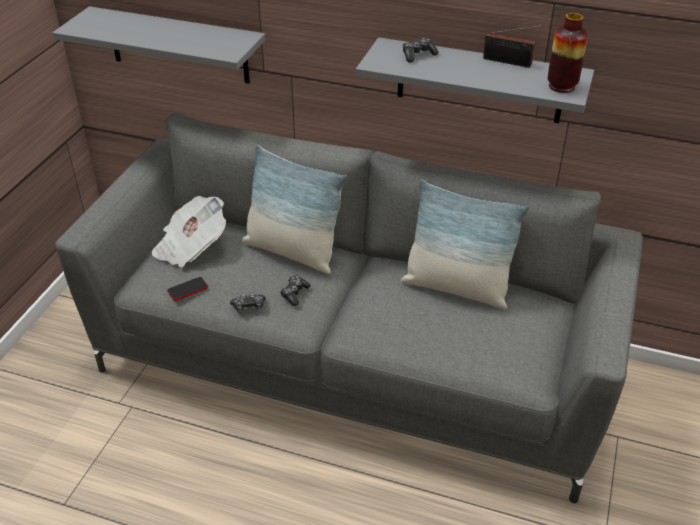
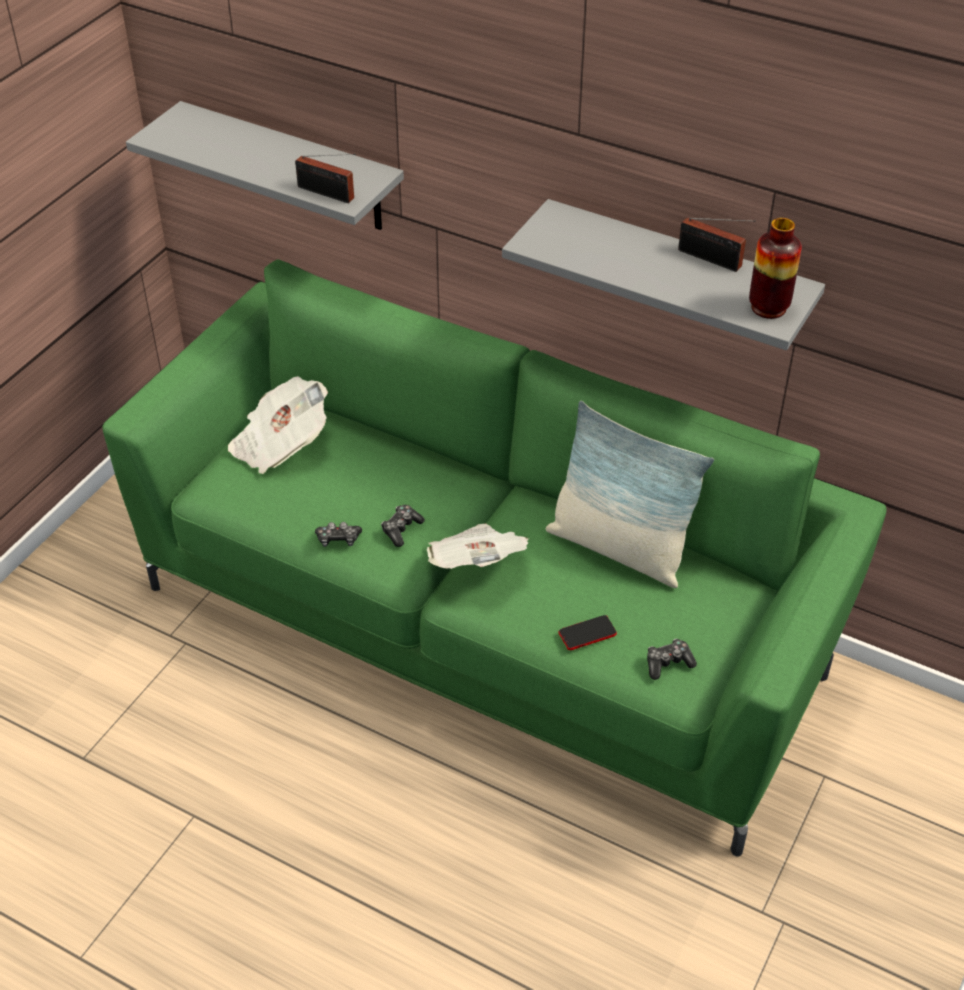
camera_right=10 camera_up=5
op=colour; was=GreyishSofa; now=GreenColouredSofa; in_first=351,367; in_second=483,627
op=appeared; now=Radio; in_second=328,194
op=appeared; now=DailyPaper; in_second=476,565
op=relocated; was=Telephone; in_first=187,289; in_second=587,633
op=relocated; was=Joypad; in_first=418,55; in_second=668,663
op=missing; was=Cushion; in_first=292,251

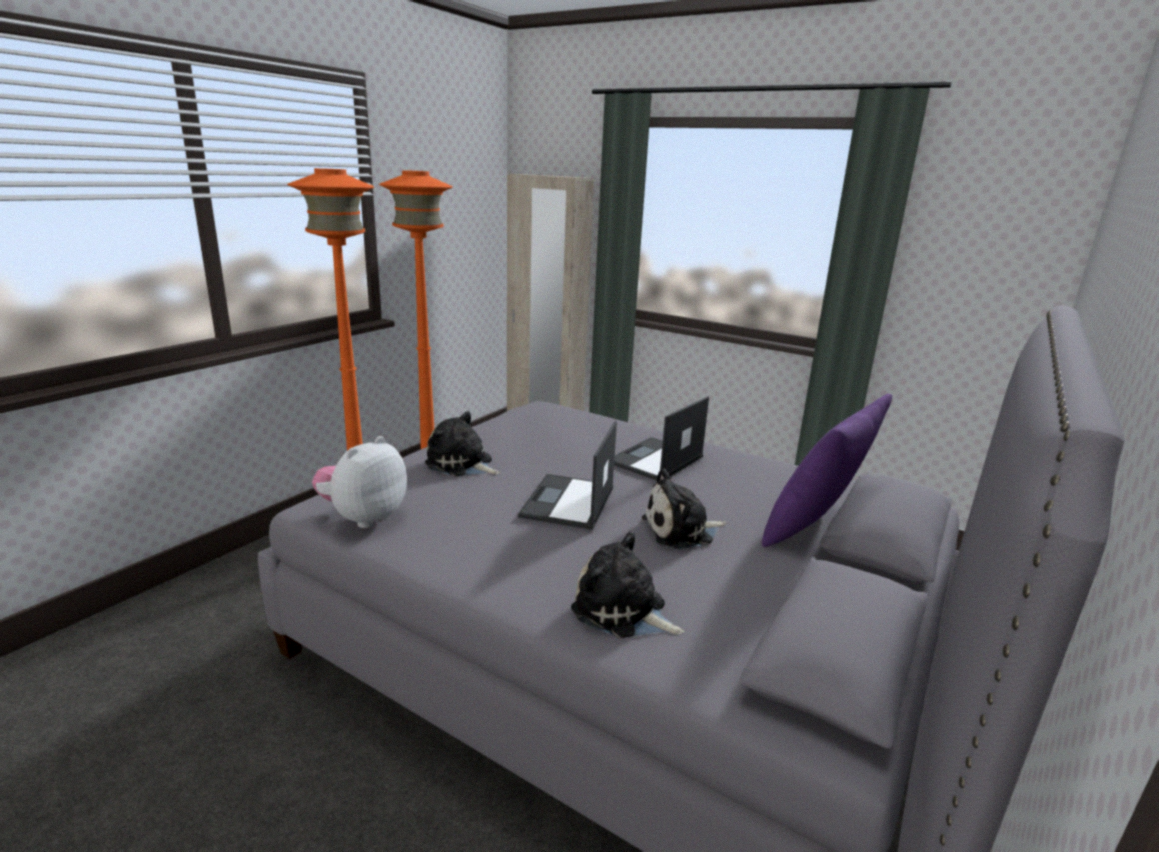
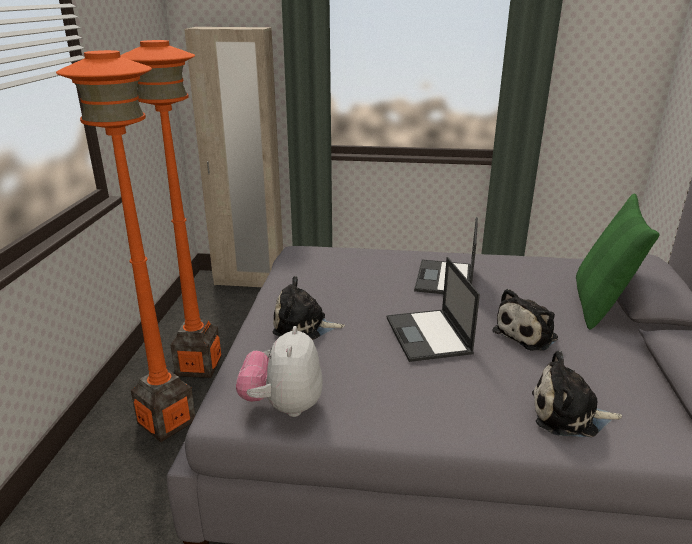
camera_right=-25 camera_up=5
op=colour; was=PurpleColouredCushion; now=GreenColouredCushion; in_first=813,528; in_second=600,304

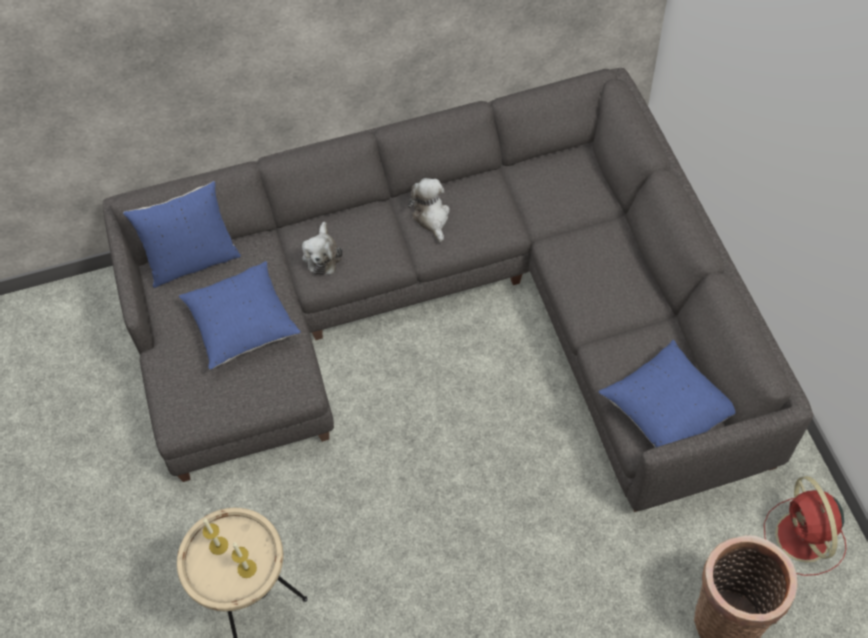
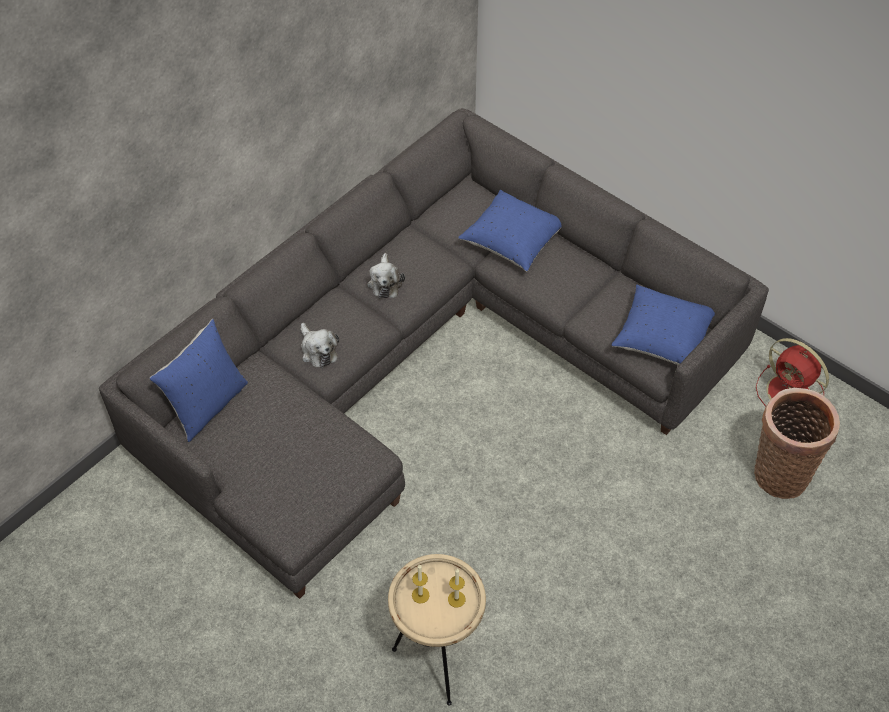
camera_right=-35 camera_up=-5
op=spun; was=PlushToy; in_first=431,217; in_second=385,282; clockwise=-135
op=relocated; was=BlueColouredCushion; in_first=242,325; in_second=512,241

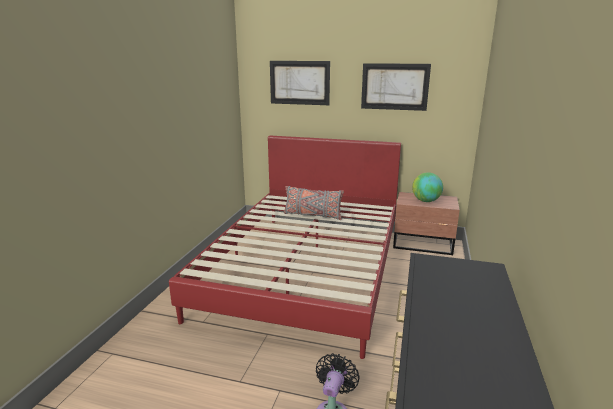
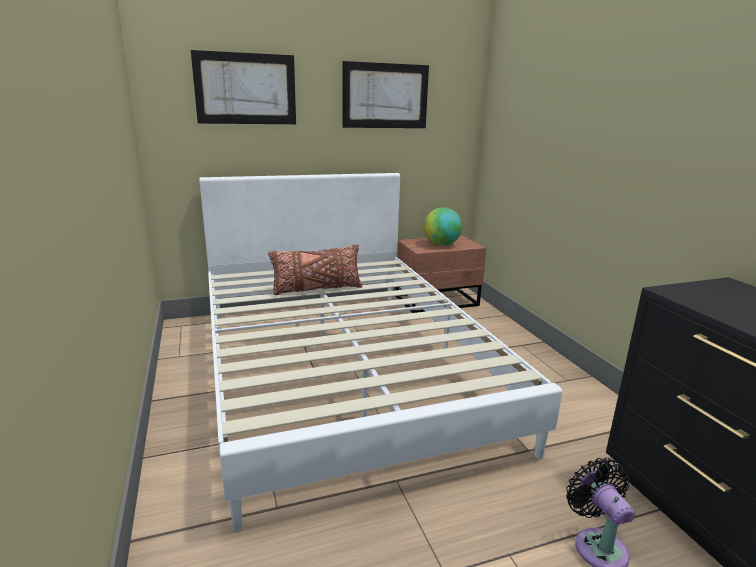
camera_right=-35 camera_up=0
op=colour; was=RedColouredBed; now=WhitishBed; in_first=306,269; in_second=342,370
op=colour; was=GreyishCushion; now=BrownColouredCushion; in_first=312,215; in_second=317,289

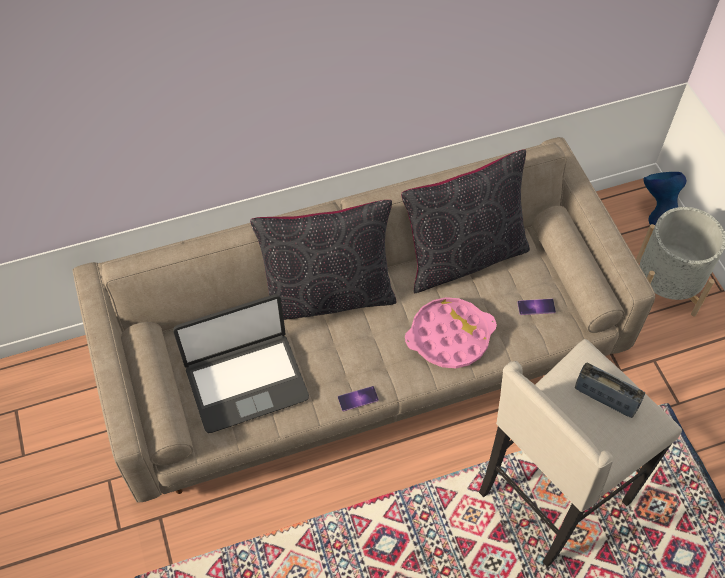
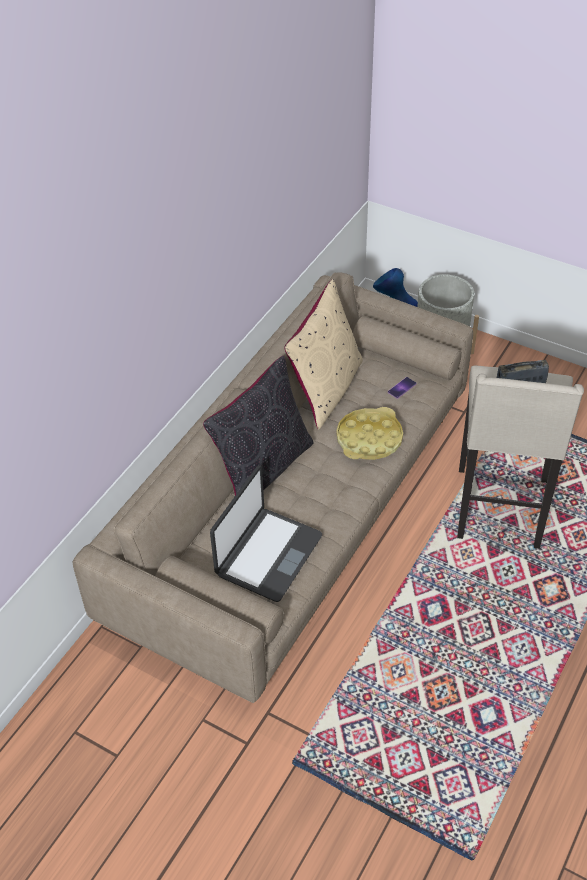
camera_right=-40 camera_up=-10
op=colour; was=BlackCushion; now=SandColouredCushion; in_first=463,256; in_second=325,389
op=colour; was=PinkServingTray; now=YellowColouredServingTray; in_first=449,337; in_second=369,439
op=missing; was=Telephone; in_first=358,398

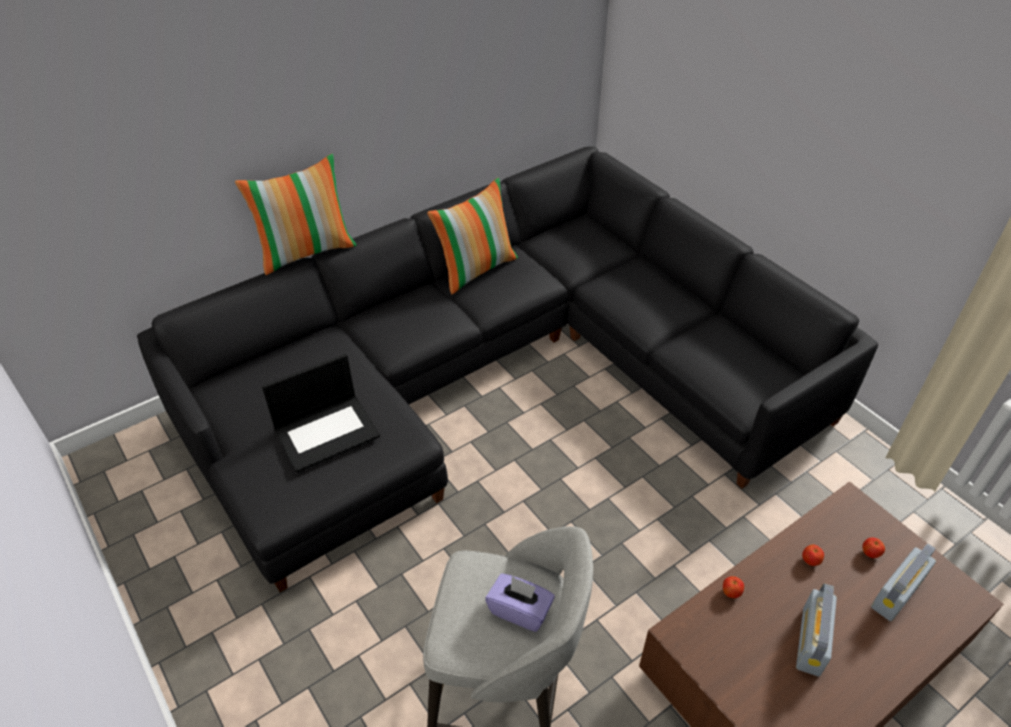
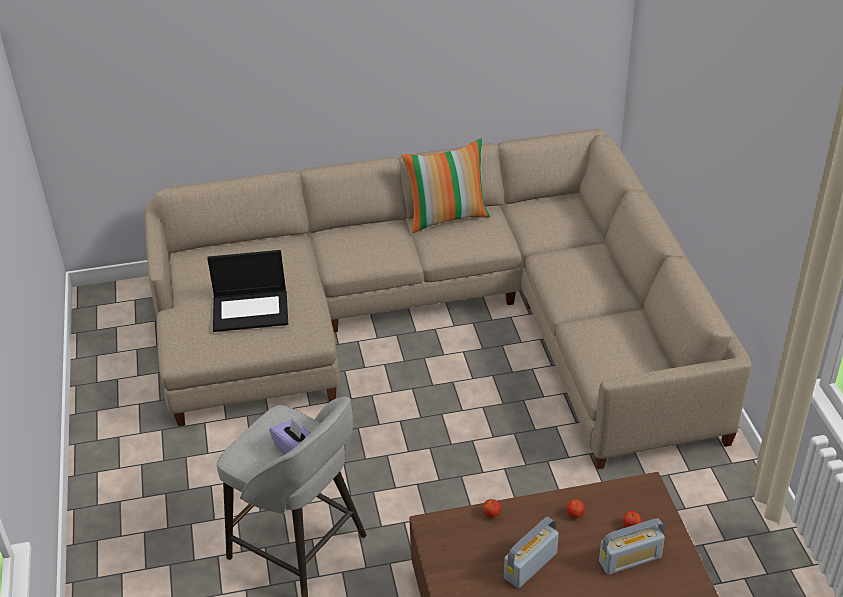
camera_right=25 camera_up=-5
op=colour; was=BlackSofa; now=SandColouredSofa; in_first=498,376; in_second=440,320
op=missing; was=Cushion; in_first=306,252

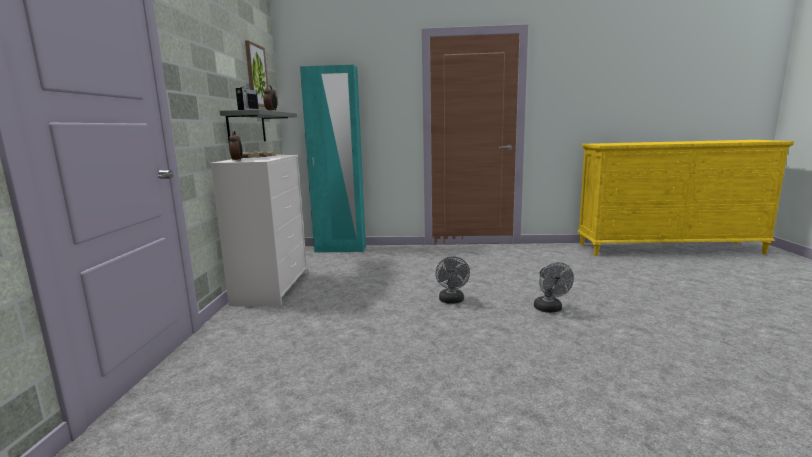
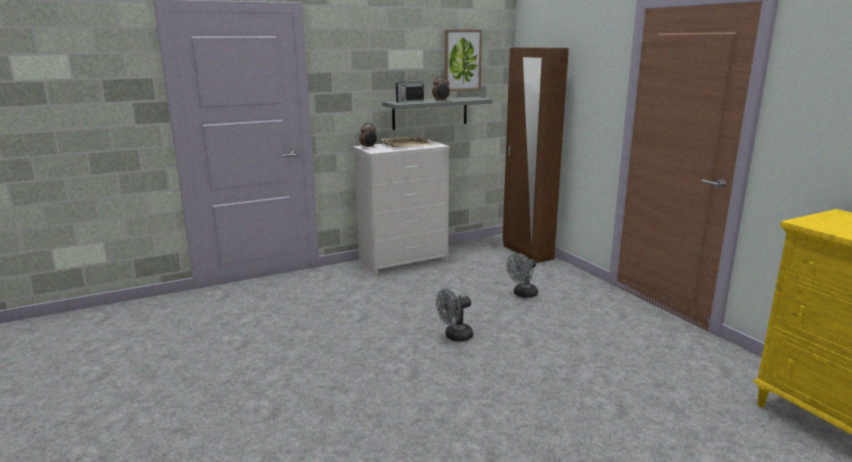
camera_right=60 camera_up=5
op=colour; was=TurquoiseWardrobe; now=BrownColouredWardrobe; in_first=340,249; in_second=527,252
op=relocated; was=GreyishFan; in_first=550,309; in_second=523,294

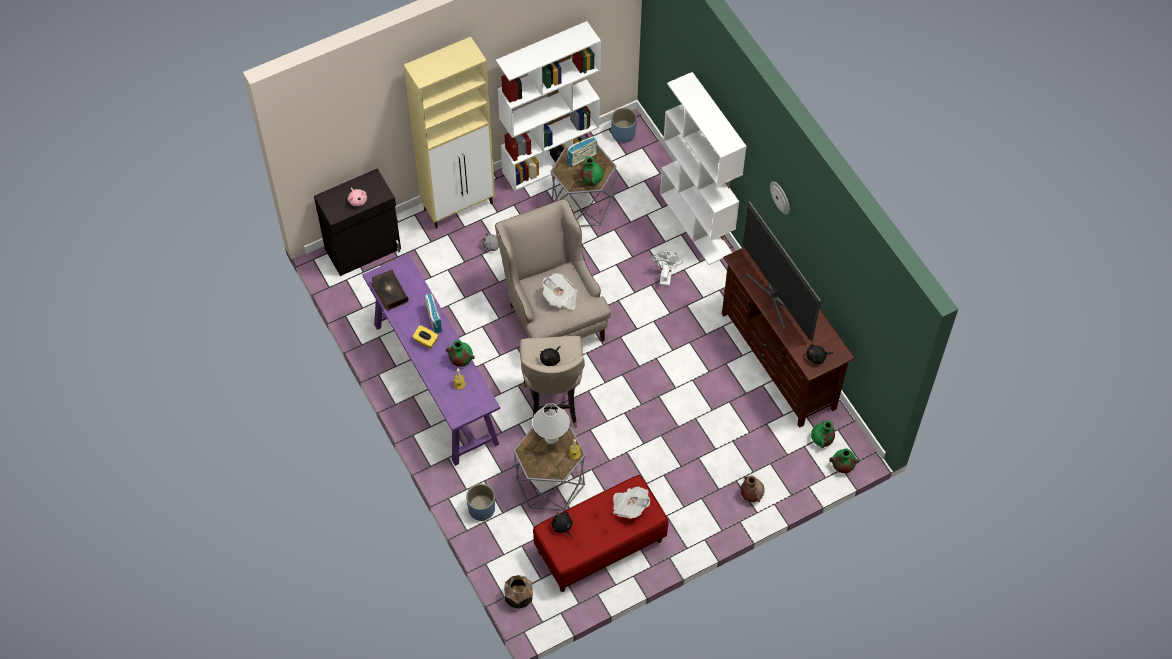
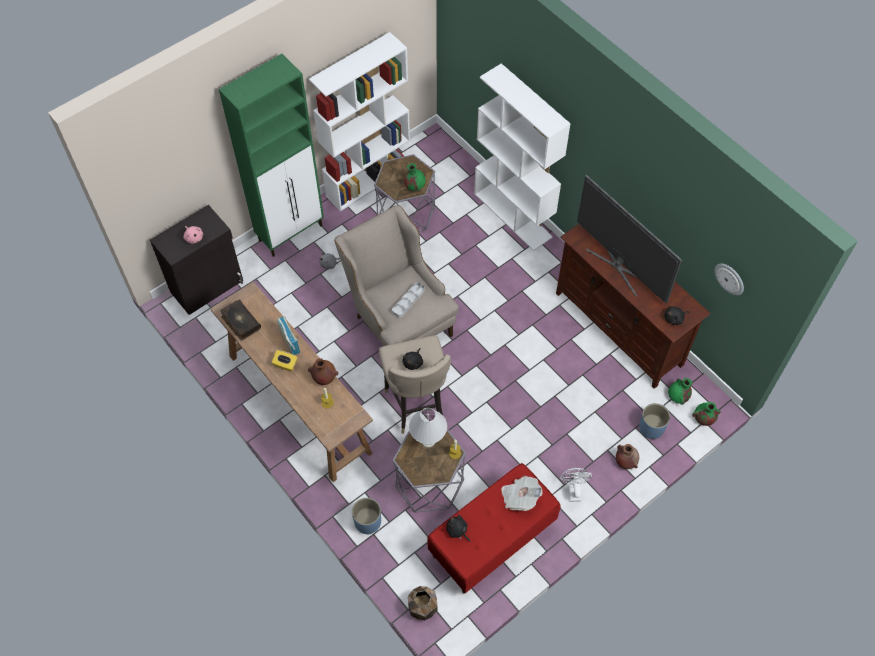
camera_right=-10 camera_up=0
op=colour; was=PurpleColouredConsoleTable; now=BrownColouredConsoleTable; in_first=435,382; in_second=298,403
op=colour; was=SandColouredStorageCabinet; now=GreenColouredStorageCabinet; in_first=459,206; in_second=291,232
op=colour; was=GreenColouredFlowerVase; now=BrownColouredFlowerVase; in_first=460,360; in_second=324,378
op=exchanged; was=DailyPaper; now=GreyishServingTray; in_first=560,297; in_second=408,301
op=relocated; was=WhitishFan; in_first=665,275; in_second=573,489
op=relocated; was=BlueColouredFlowerPot; in_first=623,133; in_second=651,428
op=relocated; was=WallClock; in_first=780,197; in_second=730,278
op=missing; was=Radio; in_first=582,157

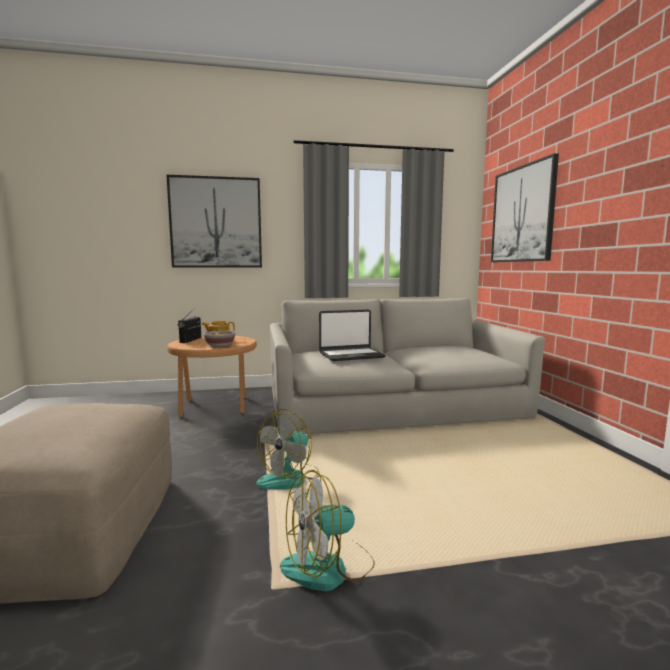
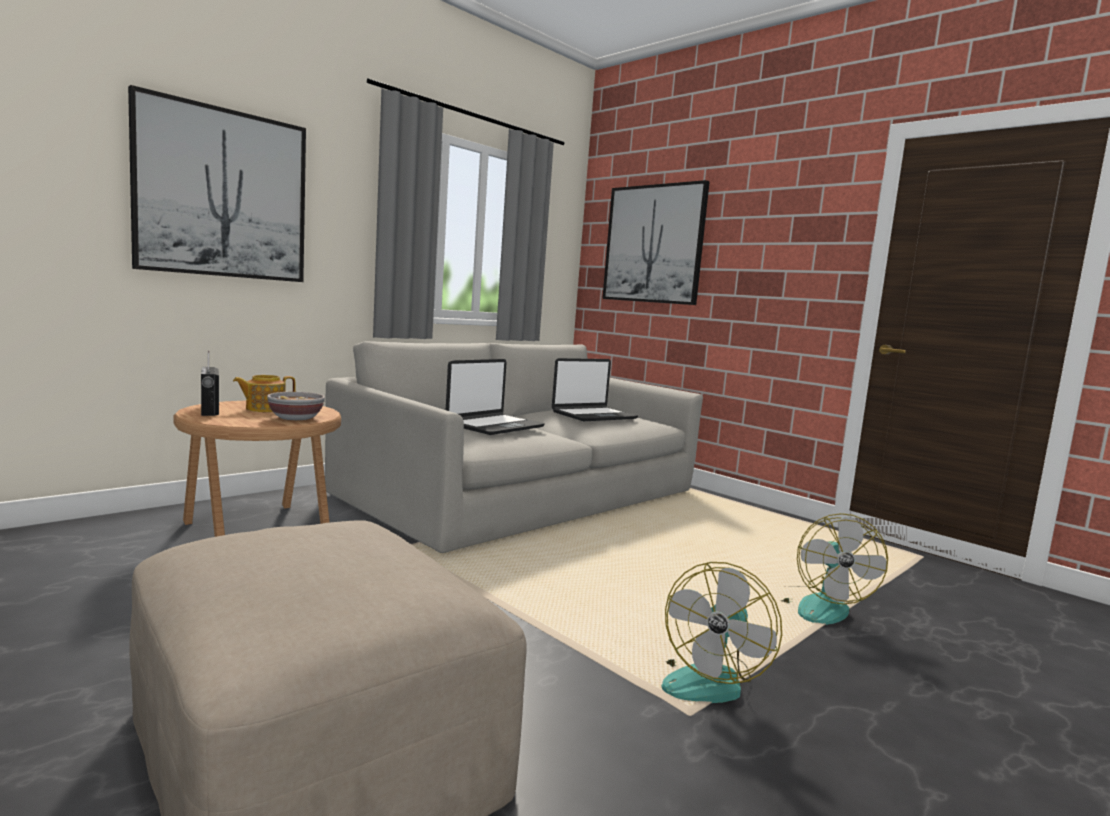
camera_right=-35 camera_up=0
op=appeared; now=NotebookComputer; in_second=593,415
op=relocated; was=Fan; in_first=290,478; in_second=816,605

